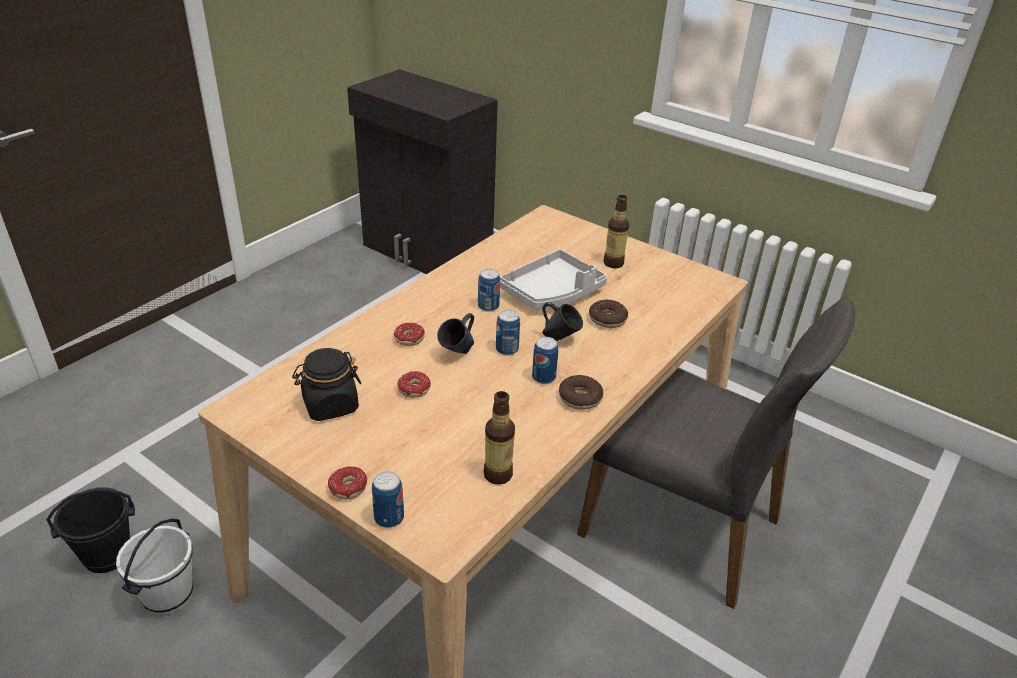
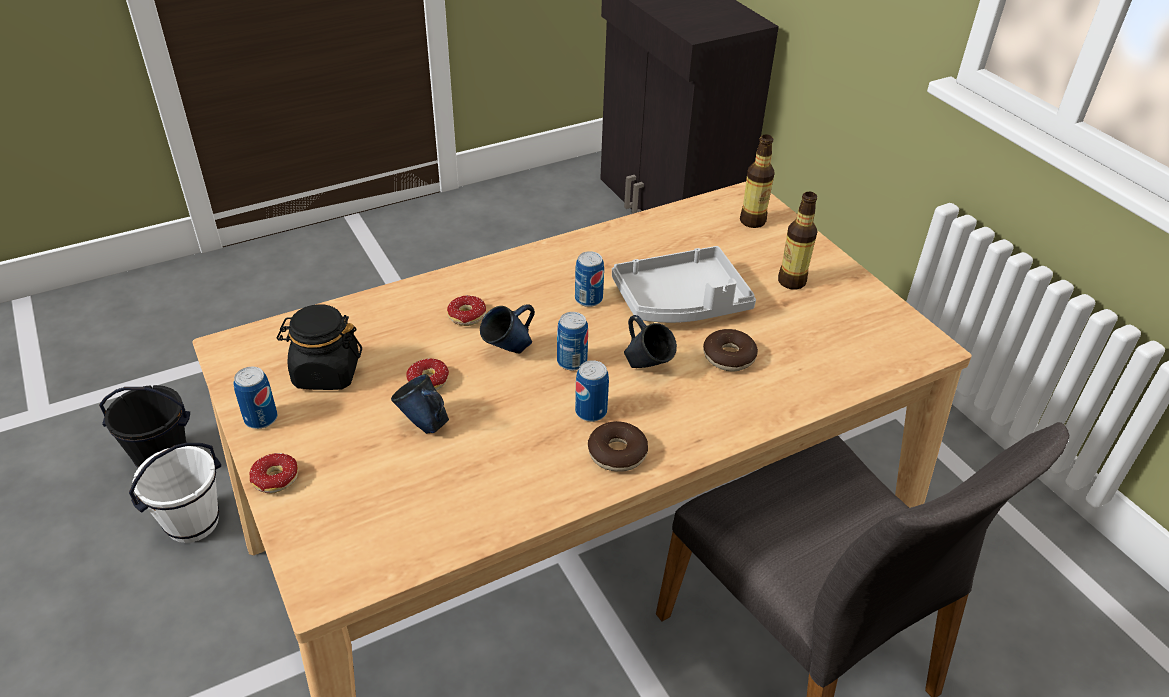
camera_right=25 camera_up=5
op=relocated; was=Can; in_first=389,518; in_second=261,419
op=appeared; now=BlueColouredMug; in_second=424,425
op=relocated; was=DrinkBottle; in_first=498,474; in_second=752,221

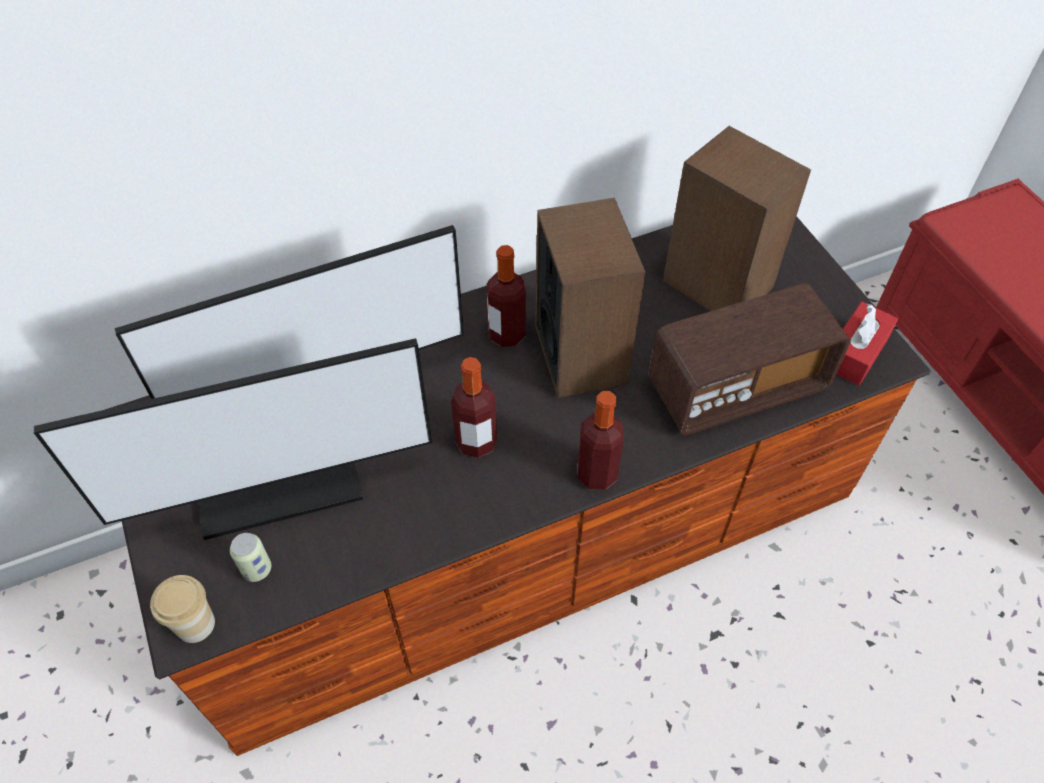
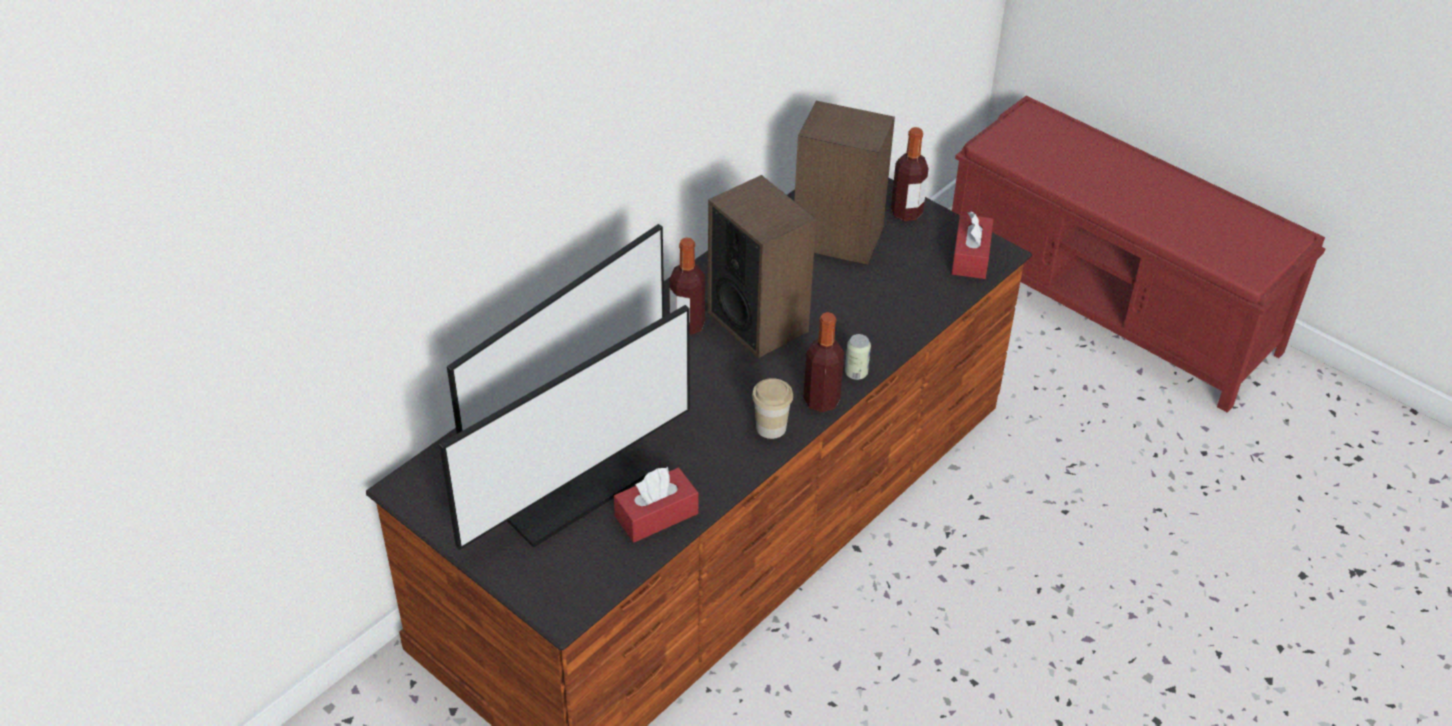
camera_right=-25 camera_up=-10
op=appeared; now=RedColouredTissueBox; in_second=656,515
op=relocated; was=Cup; in_first=195,624; in_second=771,427
op=relocated; was=Can; in_first=257,569; in_second=856,373
op=relocated; was=DrinkBottle; in_first=476,442; in_second=906,212
op=missing; was=Radio; in_first=736,388

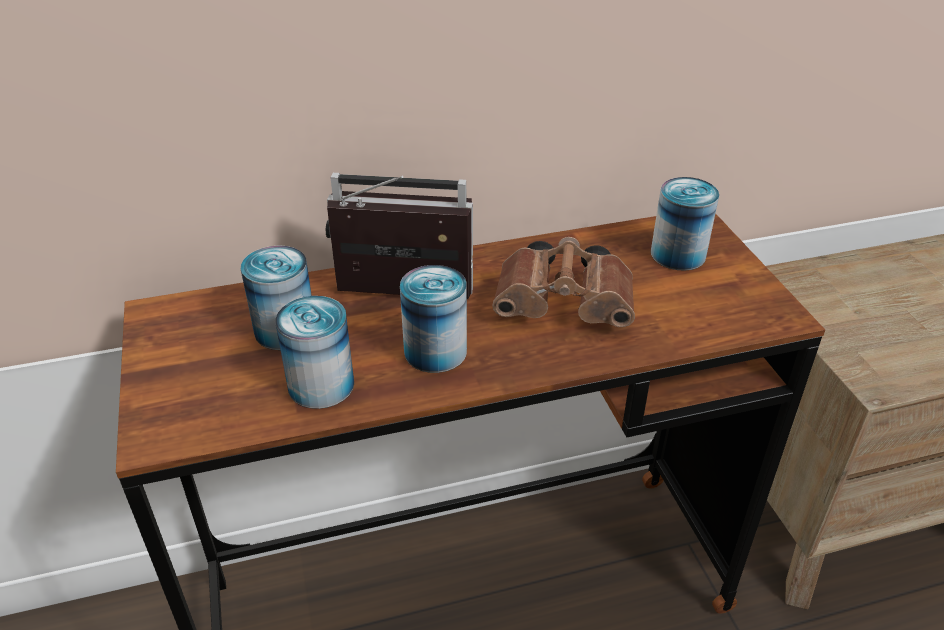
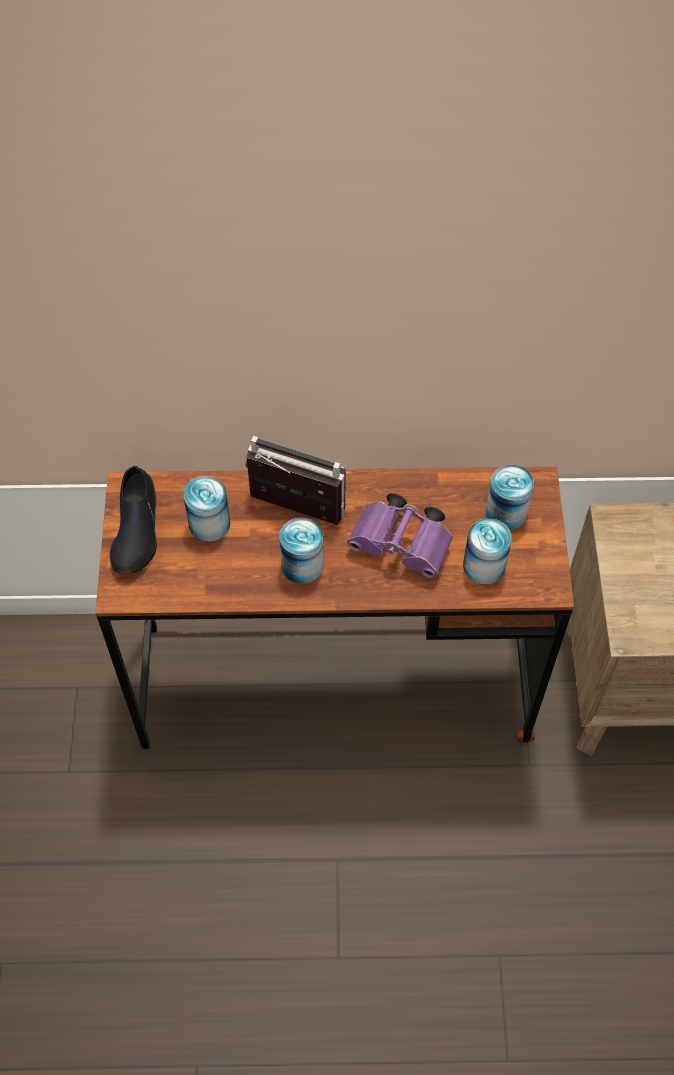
camera_right=15 camera_up=20
op=appeared; now=BlackShoe; in_second=136,530
op=colour; was=BrownColouredPairOfBinoculars; now=PurpleColouredPairOfBinoculars; in_first=567,307; in_second=404,546
op=relocated; was=Can; in_first=321,385; in_second=484,566

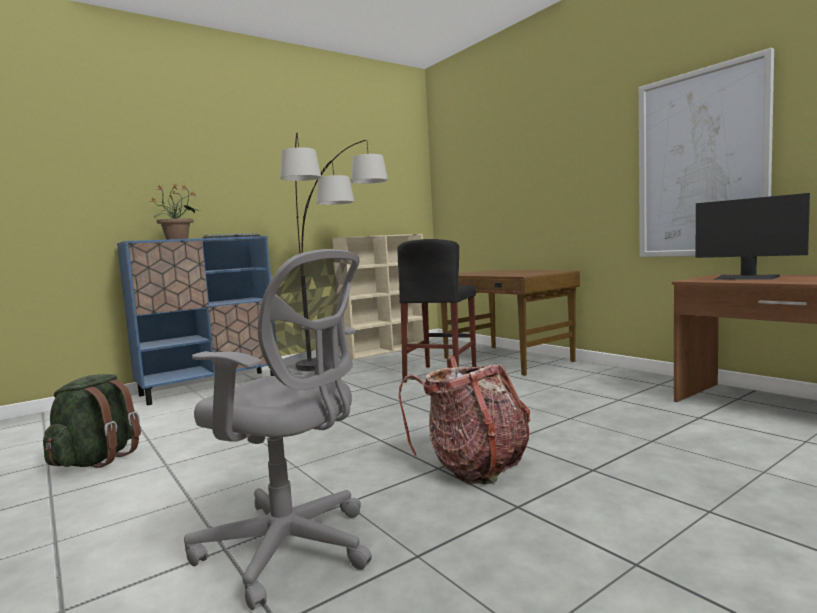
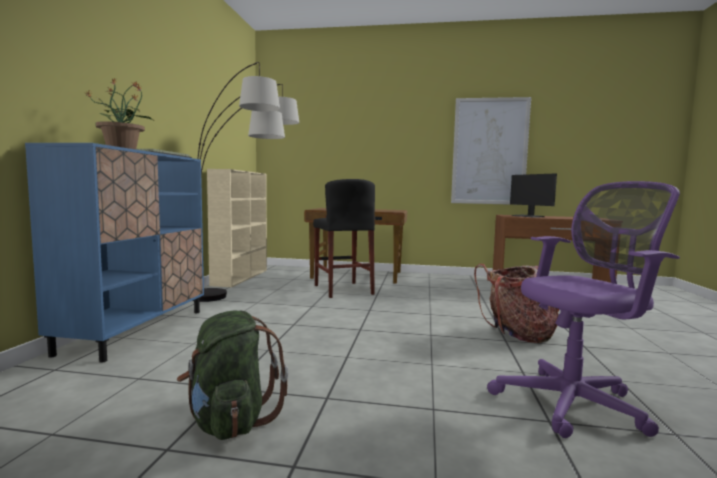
camera_right=-45 camera_up=0
op=colour; was=GreyishOfficeChair; now=PurpleColouredOfficeChair; in_first=292,549; in_second=575,403
op=spun; was=ComputerDisplay; in_first=746,278; in_second=528,216; clockwise=60

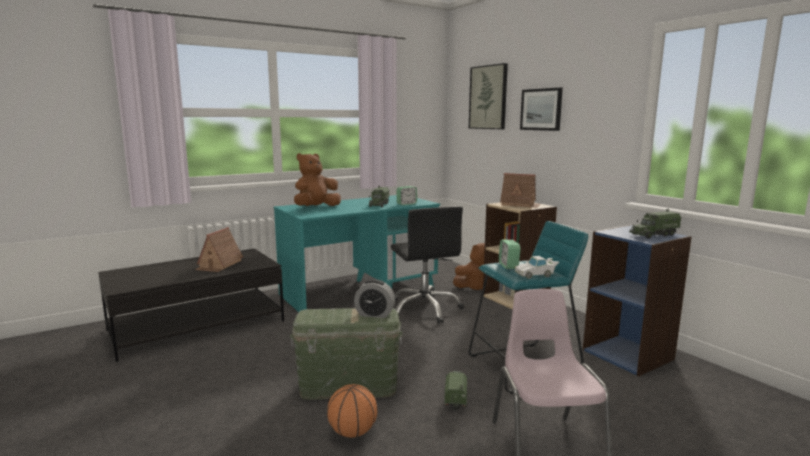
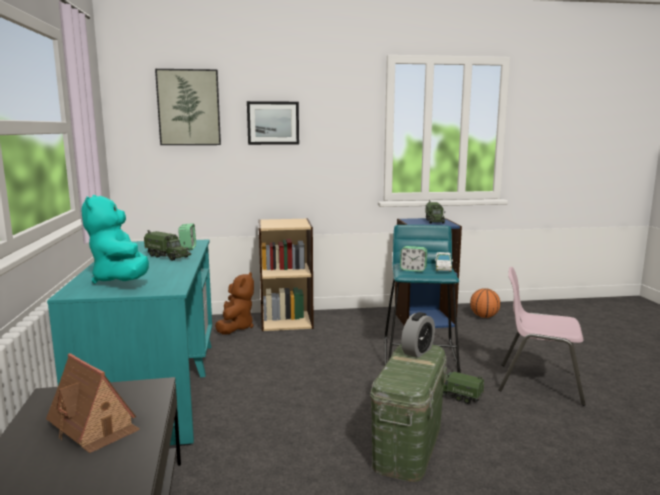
camera_right=-65 camera_up=0
op=colour; was=BrownColouredPlushToy; now=TurquoisePlushToy; in_first=316,208; in_second=122,280
op=relocated; was=Basketball; in_first=352,432; in_second=484,317
op=missing; was=BlackOfficeChair; in_first=425,309
op=missing; was=MiniatureHouse; in_first=520,204

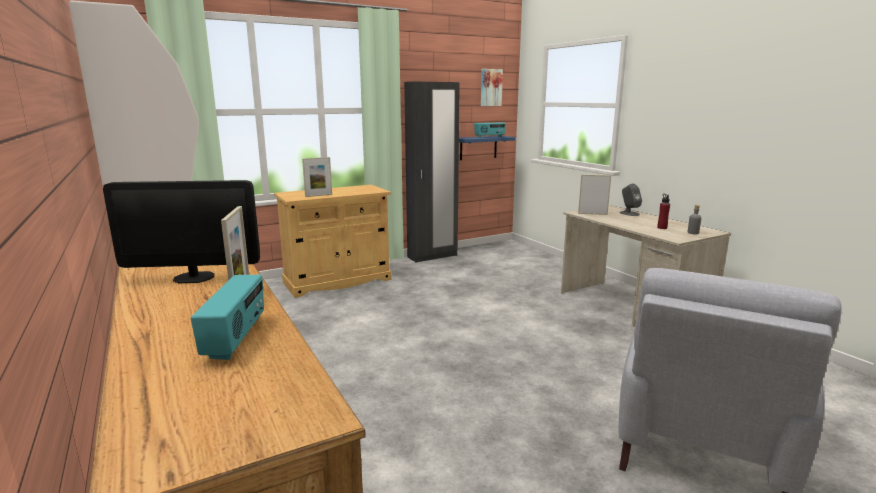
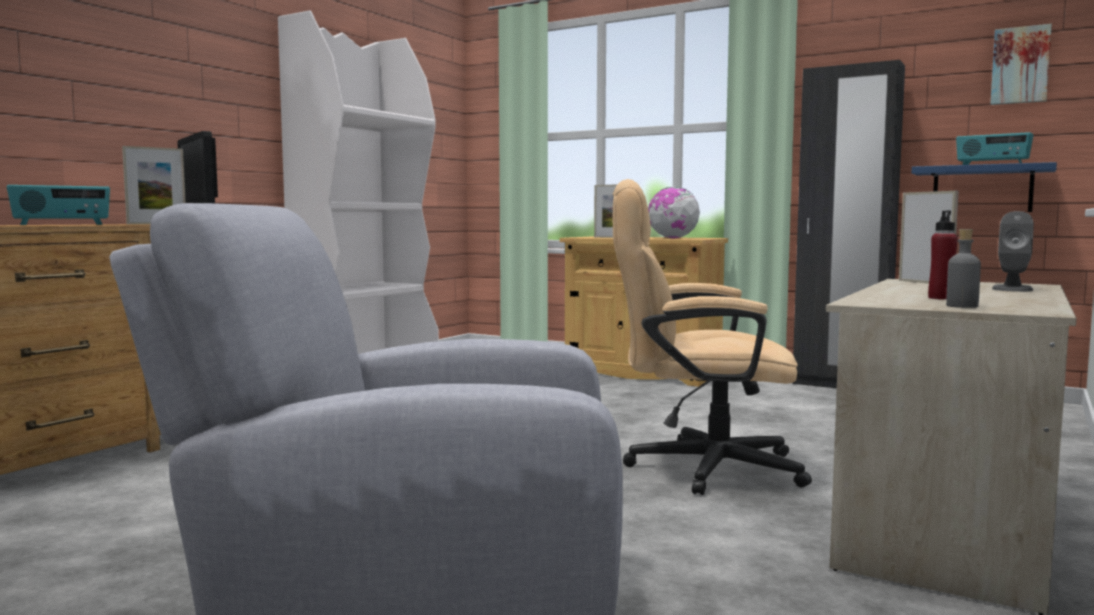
camera_right=60 camera_up=-10
op=appeared; now=SandColouredOfficeChair; in_second=697,467
op=appeared; now=Globe; in_second=672,238

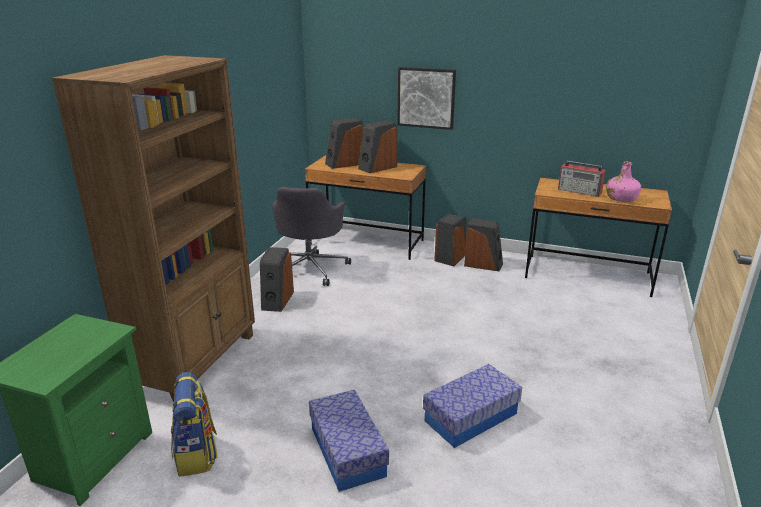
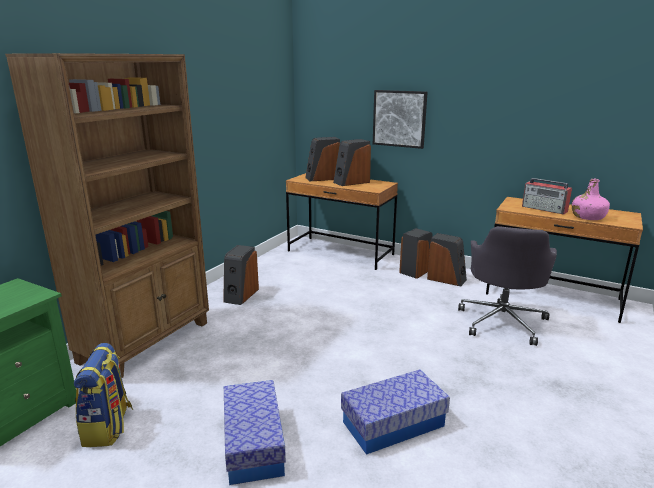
camera_right=10 camera_up=-5
op=relocated; was=GreyishOfficeChair; in_first=310,268; in_second=502,321

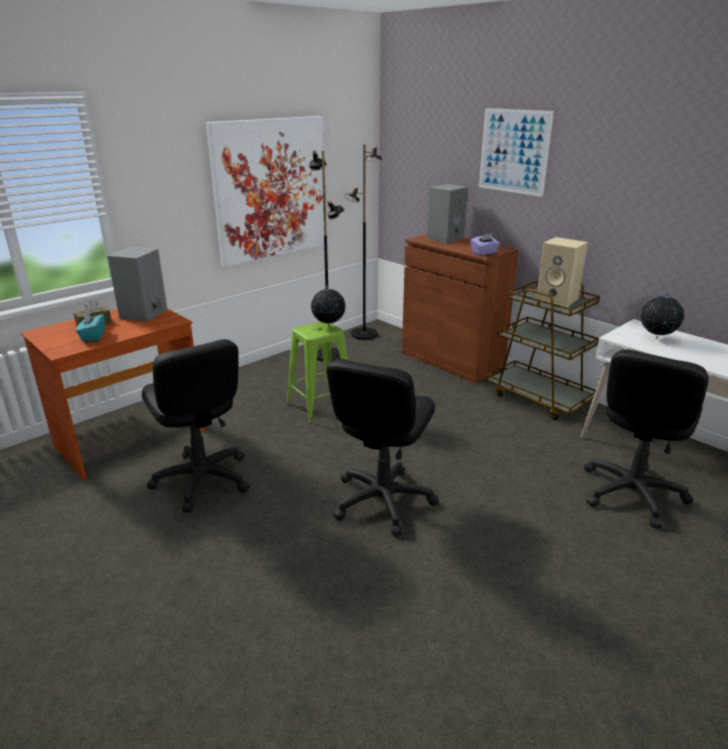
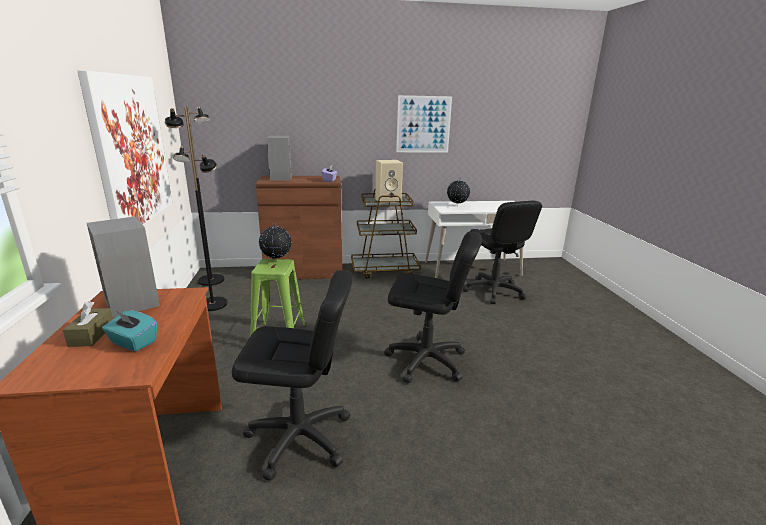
camera_right=-55 camera_up=-5
op=spun; was=BlackOfficeChair; in_first=382,500; in_second=426,361; clockwise=-45
op=relocated; was=Picture; in_first=514,151; in_second=423,124

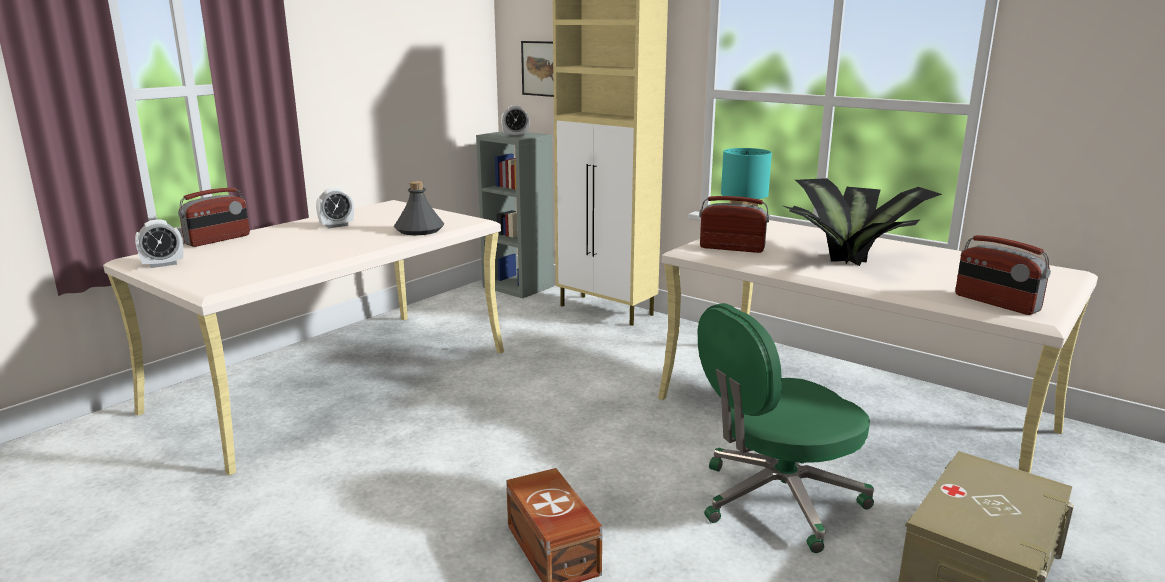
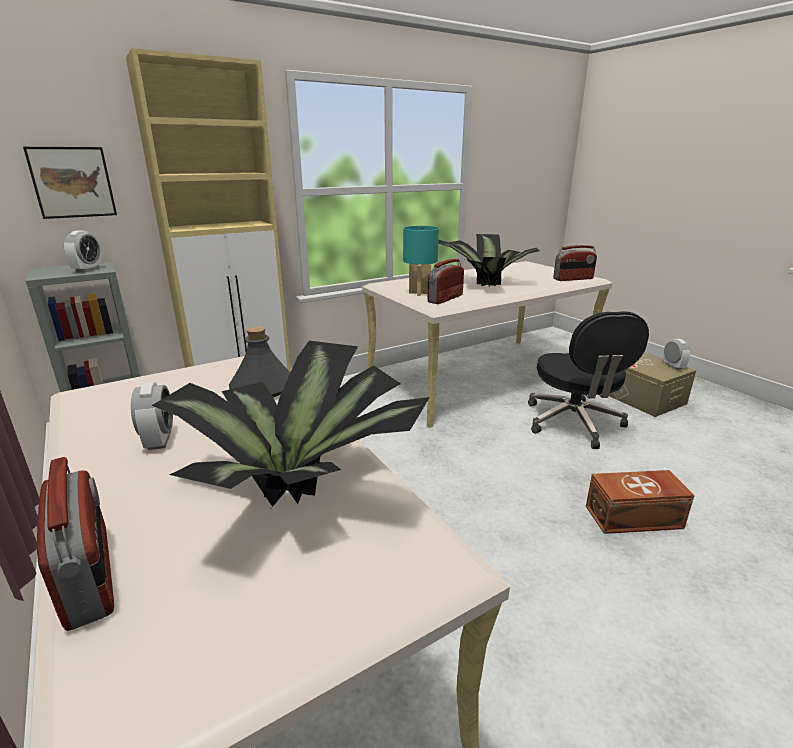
camera_right=-70 camera_up=5
op=appeared; now=PlantInAPot; in_second=303,484
op=colour; was=GreenColouredOfficeChair; now=BlackOfficeChair; in_first=777,500; in_second=574,423
op=relocated; was=BedsideClock; in_first=163,264; in_second=673,366

